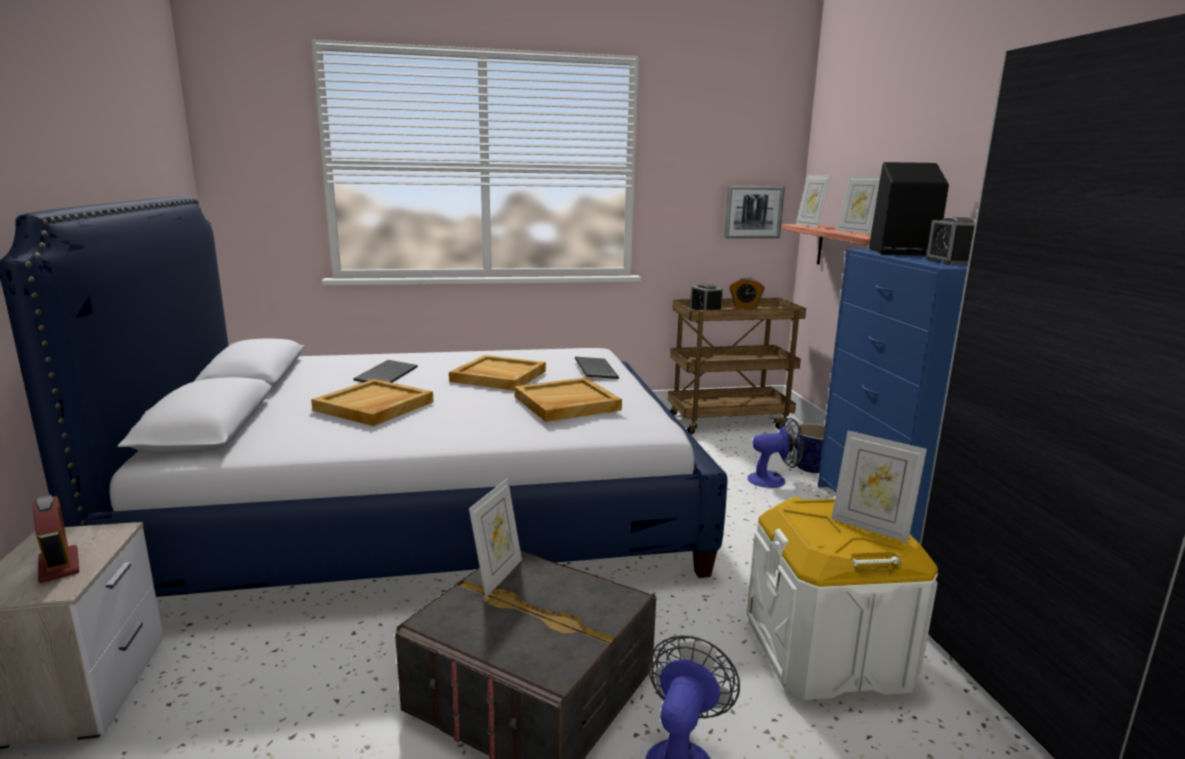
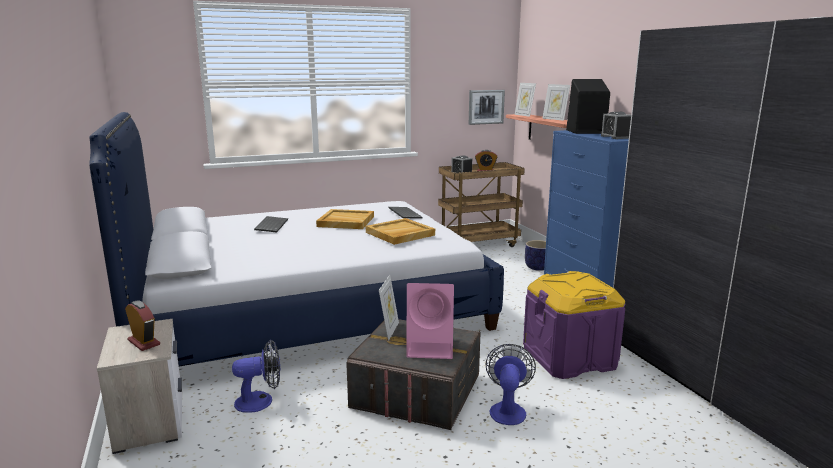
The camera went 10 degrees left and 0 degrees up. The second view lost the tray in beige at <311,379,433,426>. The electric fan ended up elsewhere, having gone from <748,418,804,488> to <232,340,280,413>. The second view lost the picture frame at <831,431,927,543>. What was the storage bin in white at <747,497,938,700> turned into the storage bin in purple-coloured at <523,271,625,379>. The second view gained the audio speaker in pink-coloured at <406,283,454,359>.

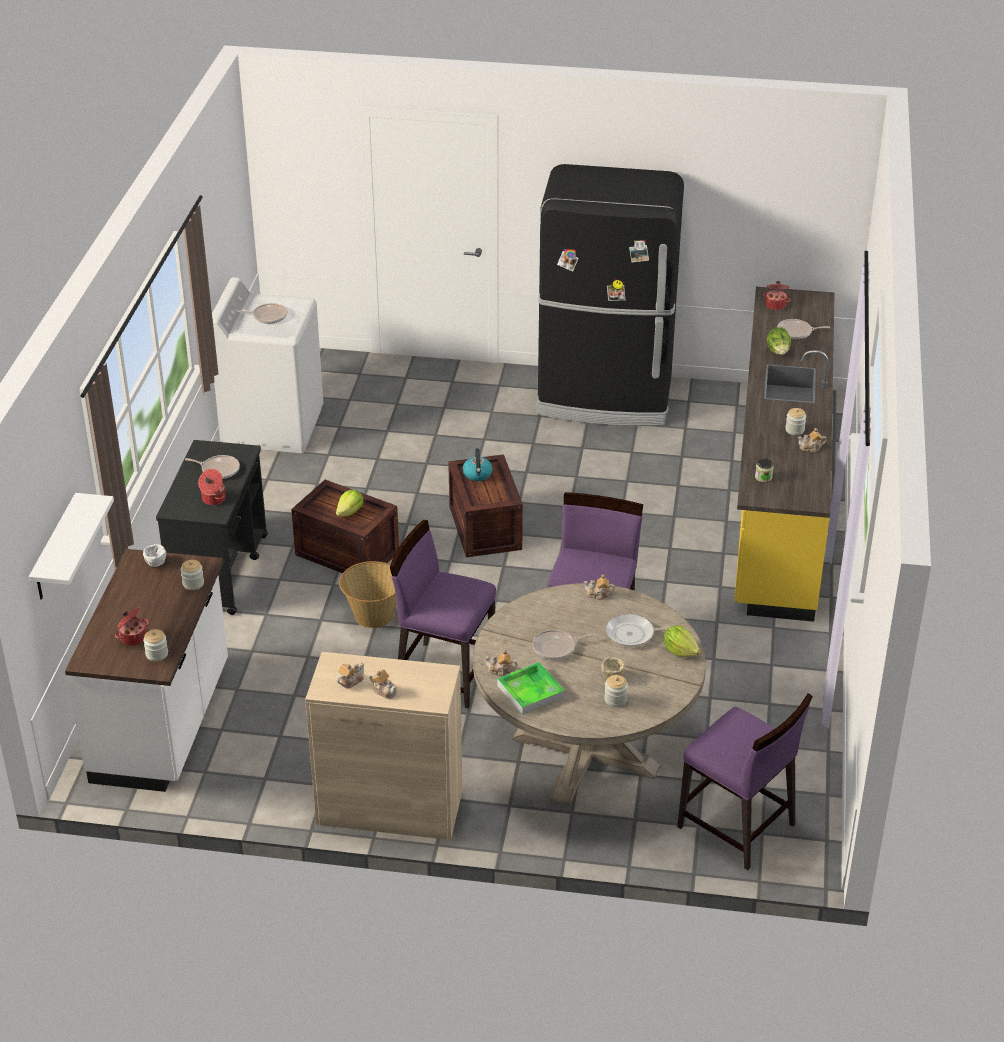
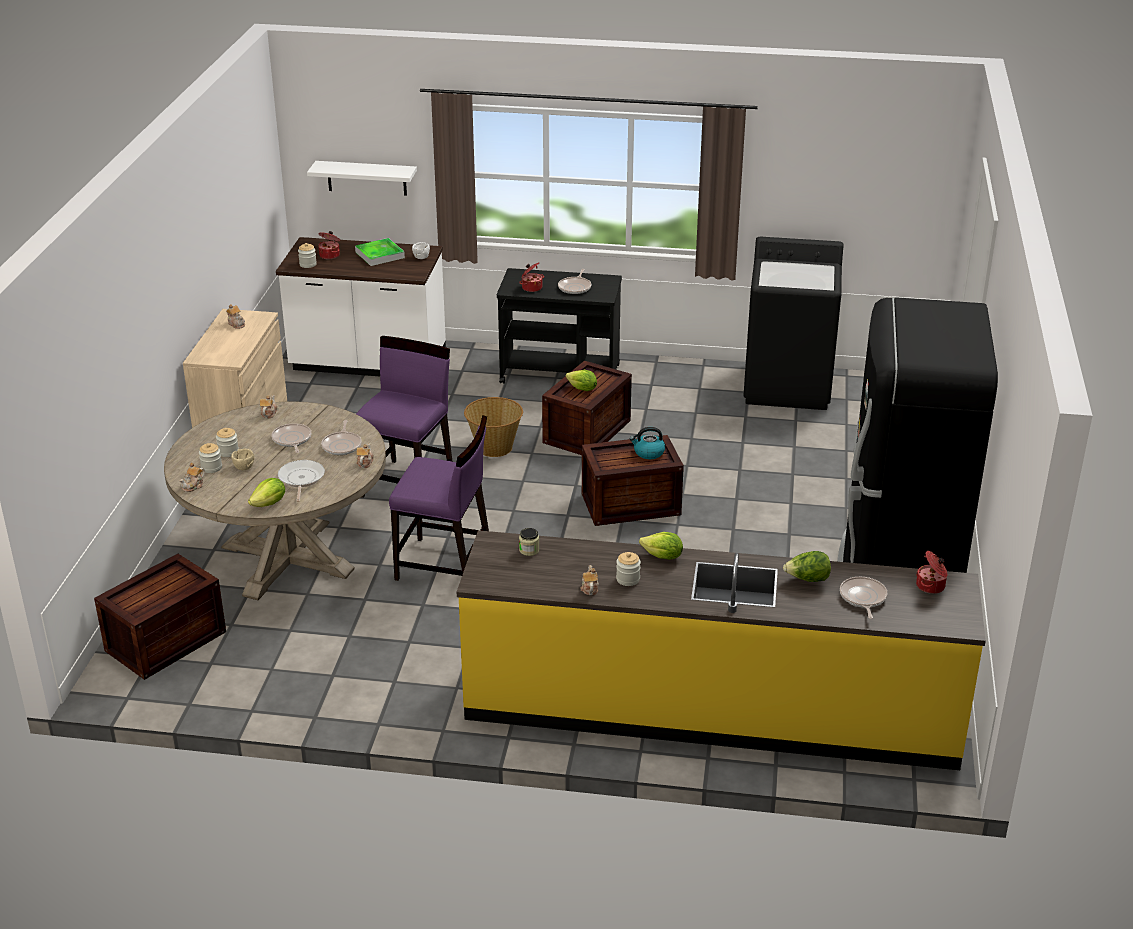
The camera went 90 degrees right and 5 degrees down. What was the washing machine in white at <212,277,323,453> turned into the washing machine in black at <743,237,844,410>. The pan ended up elsewhere, having gone from <235,303,288,324> to <321,420,361,455>. The jar ended up elsewhere, having gone from <181,560,204,590> to <216,428,239,457>. The tray ended up elsewhere, having gone from <497,662,565,715> to <355,238,405,266>. The pot for tea ended up elsewhere, having gone from <369,669,397,699> to <179,463,205,492>. Where the plain chair in purple-coloured stood at <677,693,813,870>, the crate came to stand at <94,554,226,680>. The second view gained the lettuce at <639,532,683,560>.

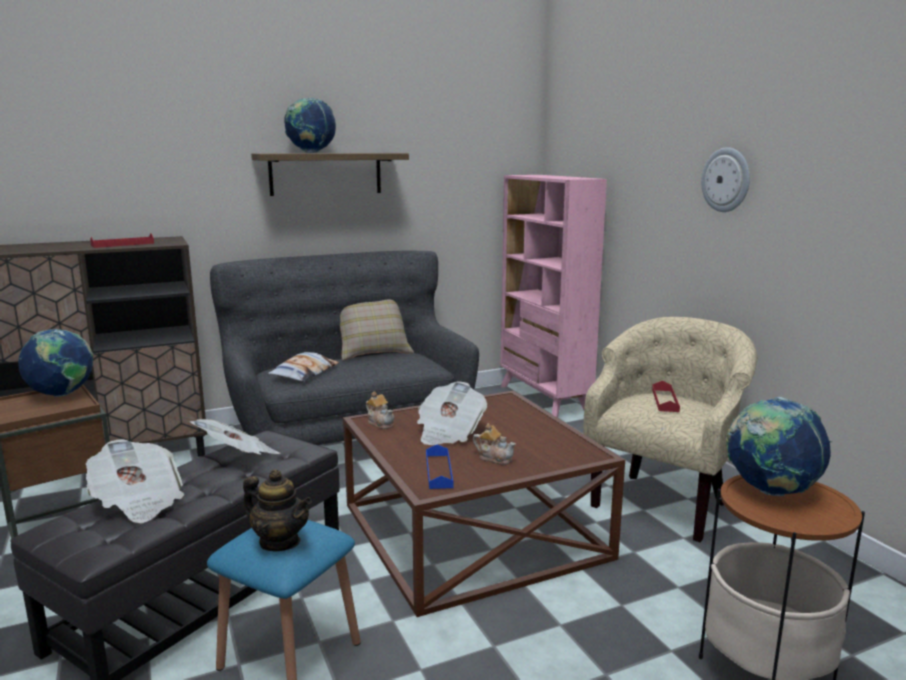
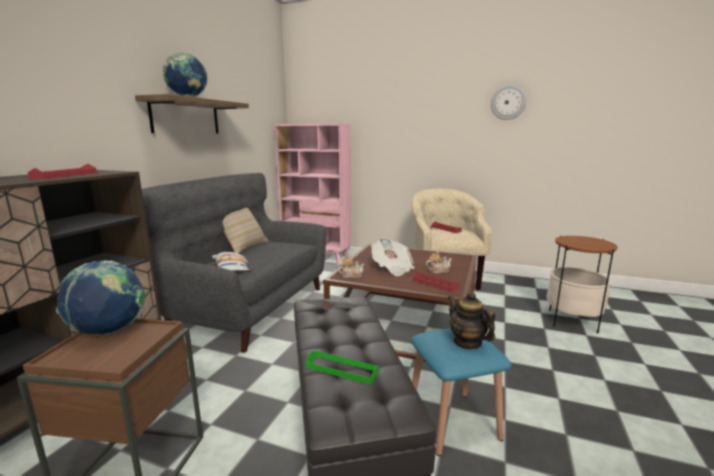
The camera went 45 degrees left and 0 degrees up. The clock on the wall ended up elsewhere, having gone from <701,147,750,212> to <491,85,526,120>. The second view lost the globe at <726,397,831,496>. Where the printed paper stood at <86,439,184,523>, the tray in green-coloured came to stand at <306,350,379,385>. What was the tray in blue at <426,445,453,489> turned into the tray in reddish at <413,272,460,292>. The pot for tea at <243,469,312,551> ended up facing another way, 105 degrees counterclockwise from before.

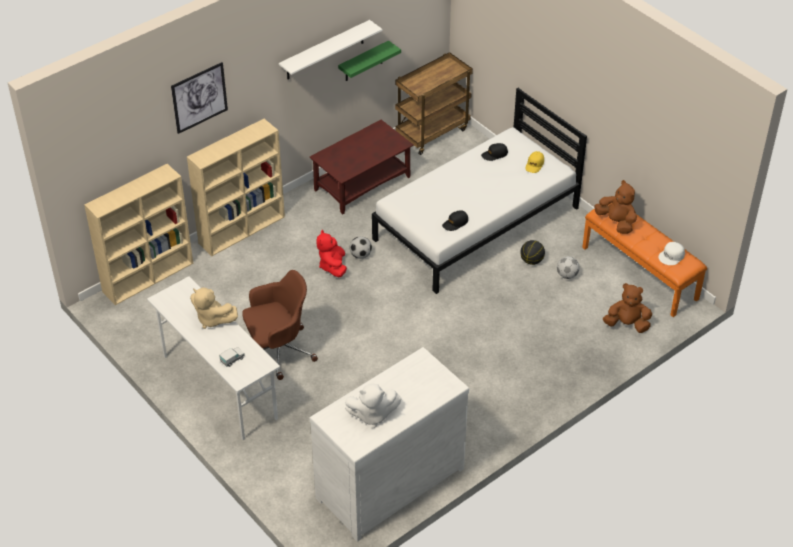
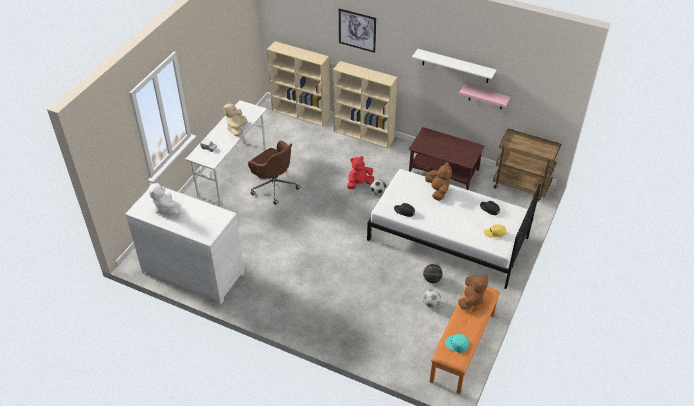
The camera went 65 degrees right and 0 degrees up. What was the wall shelf in green-coloured at <338,41,401,81> turned into the wall shelf in pink-coloured at <459,84,510,109>. What was the cap in white at <659,242,685,265> turned into the cap in blue-green at <445,334,469,353>. The cuddly toy in brown-coloured ended up elsewhere, having gone from <603,283,652,333> to <425,162,452,201>.

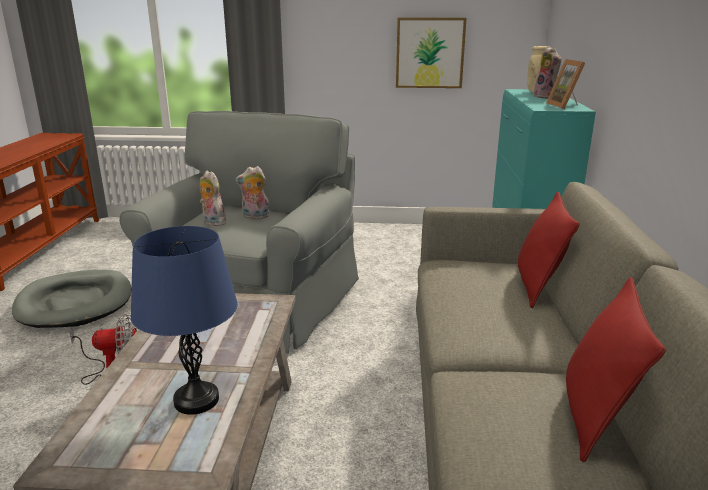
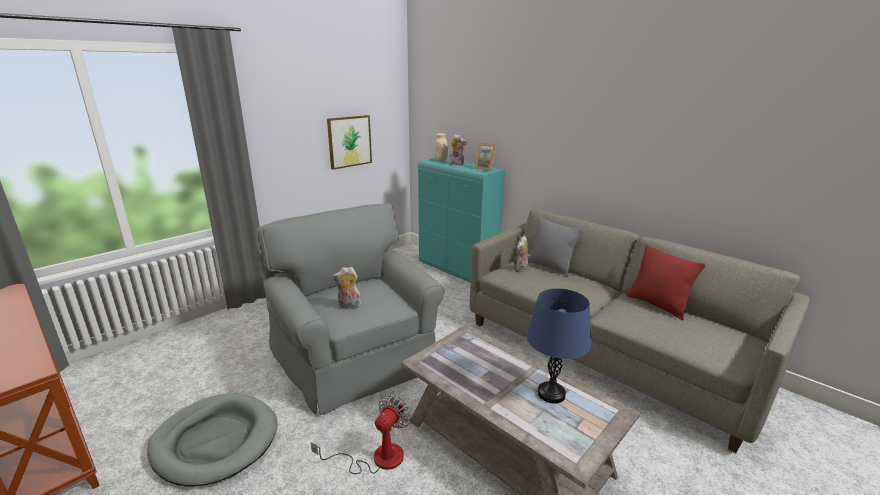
The camera went 50 degrees left and 0 degrees up. The cuddly toy ended up elsewhere, having gone from <235,166,270,219> to <513,236,530,272>. What was the pillow in reddish at <518,192,580,308> turned into the pillow in greyish at <529,217,583,277>.

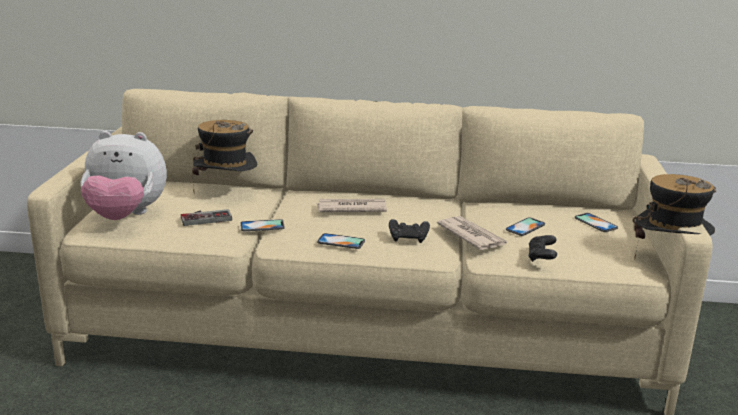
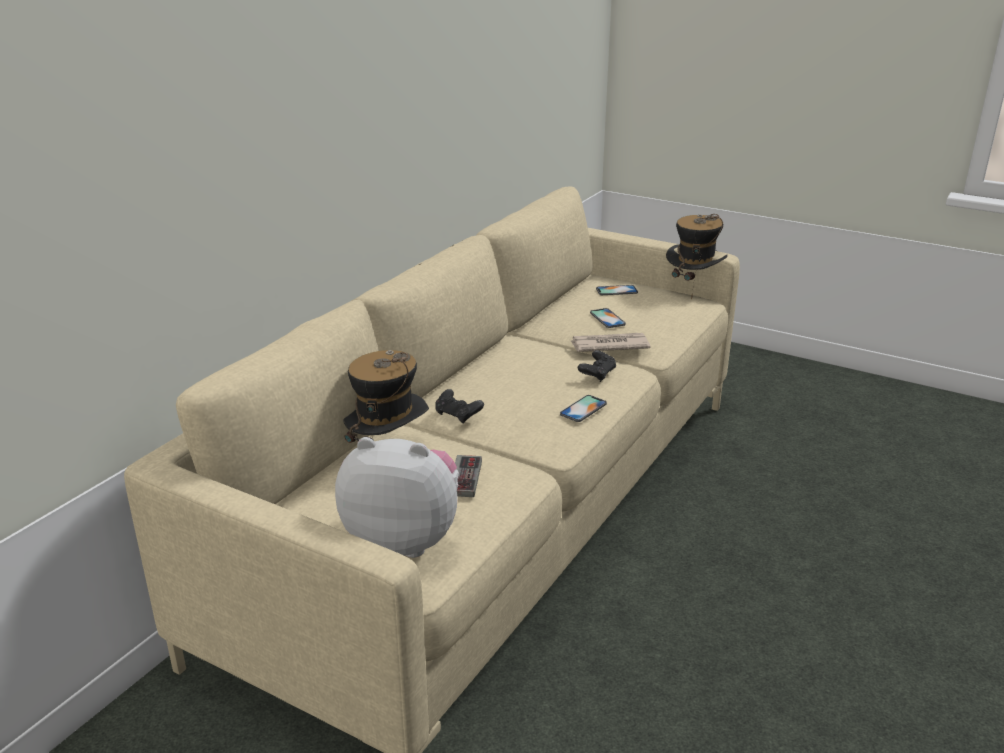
The camera went 65 degrees left and 5 degrees up. The cuddly toy at <80,131,167,220> ended up facing another way, 105 degrees counterclockwise from before. The second view lost the printed paper at <317,199,387,212>. The second view lost the handset at <240,219,285,231>. The joypad in black ended up elsewhere, having gone from <528,235,557,262> to <435,389,484,424>.

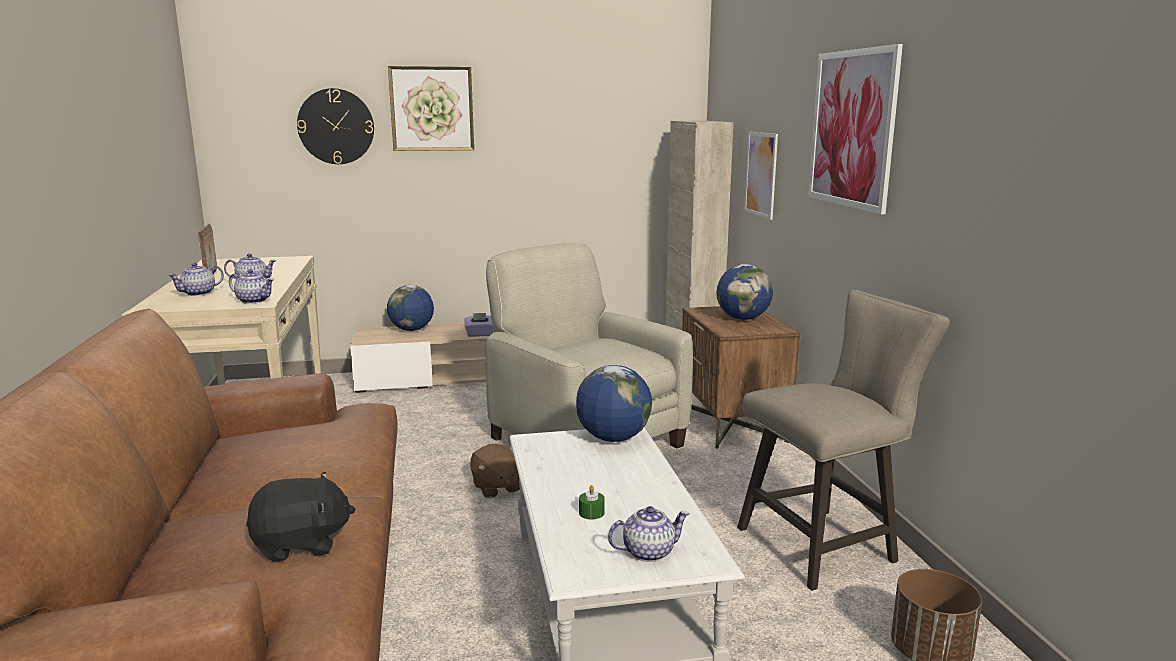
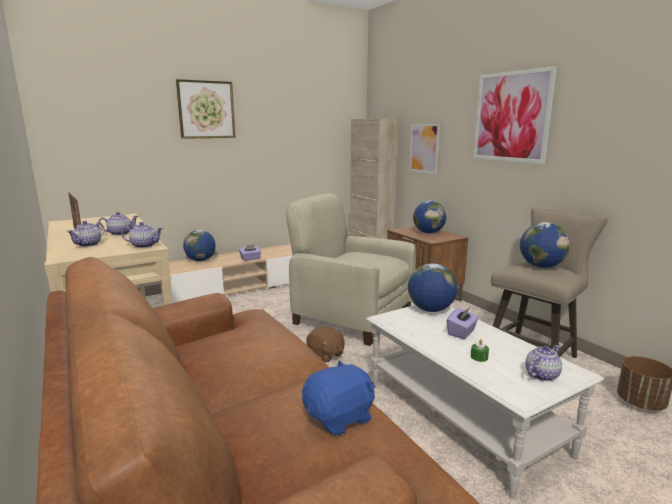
The camera went 20 degrees left and 0 degrees up. The second view lost the clock on the wall at <297,88,374,164>. What was the cuddly toy in black at <246,472,355,562> turned into the cuddly toy in blue at <302,360,375,436>. The second view gained the globe at <520,222,570,268>. The second view gained the box of tissues in purple-coloured at <446,307,479,339>.

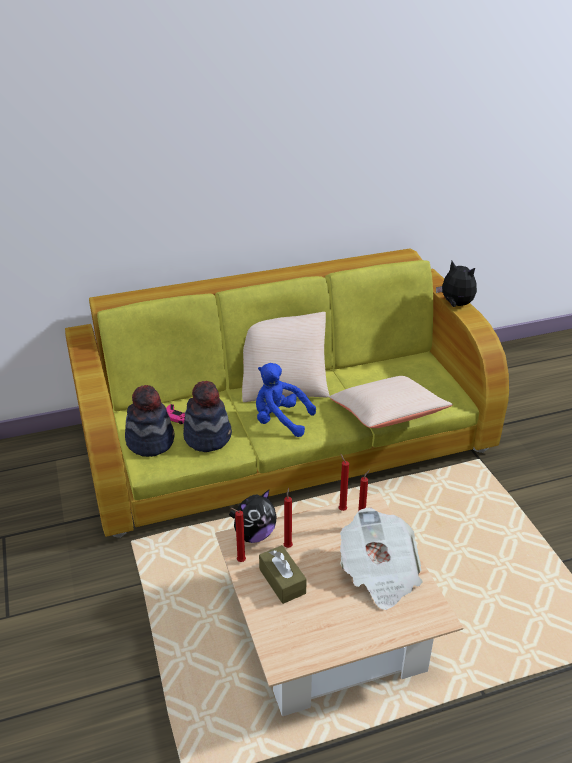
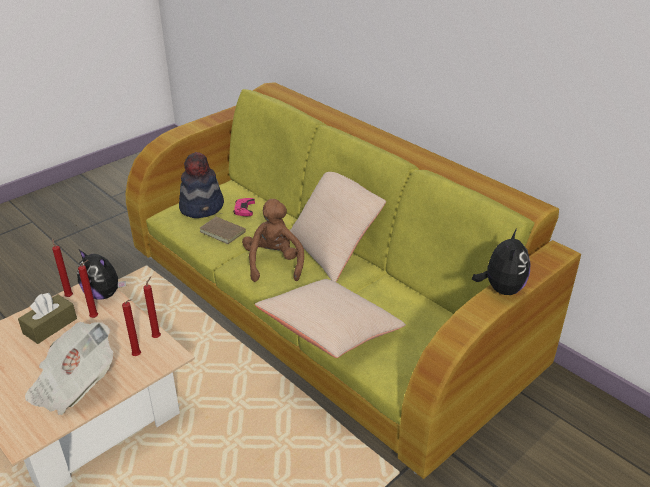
The camera went 65 degrees right and 0 degrees up. What was the cuddly toy in blue at <256,363,316,437> turned into the cuddly toy in brown-coloured at <242,199,304,282>. Where the clothing hat stood at <183,381,232,452>, the bound book in brown-coloured came to stand at <199,213,246,244>.

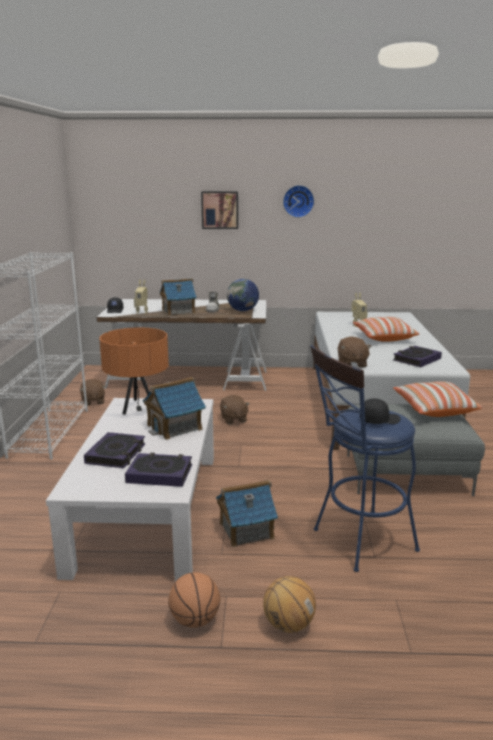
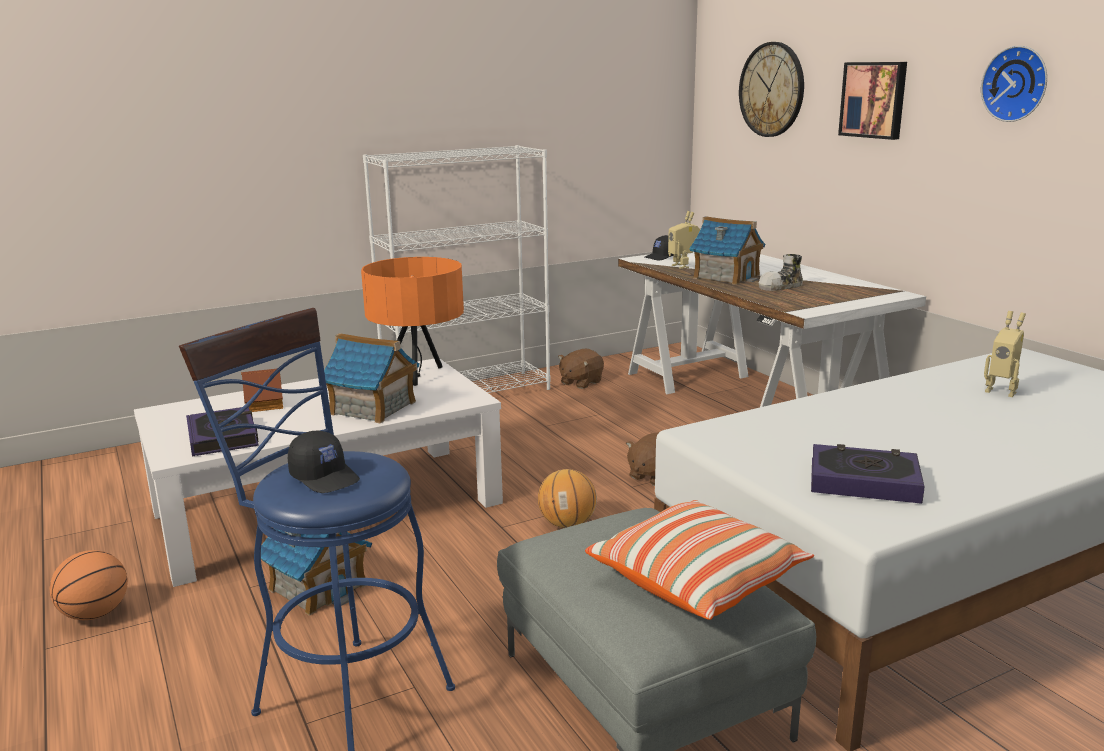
The camera went 60 degrees right and 0 degrees up. The second view lost the globe at <227,279,259,311>. The second view lost the pillow at <353,317,419,342>. The second view lost the cuddly toy in brown-coloured at <338,336,371,368>. Where the bound book stood at <84,432,145,468>, the toy house came to stand at <241,368,283,412>. The ball for basketball ended up elsewhere, having gone from <263,576,316,633> to <538,469,597,528>. The second view gained the clock on the wall at <739,42,804,137>.

